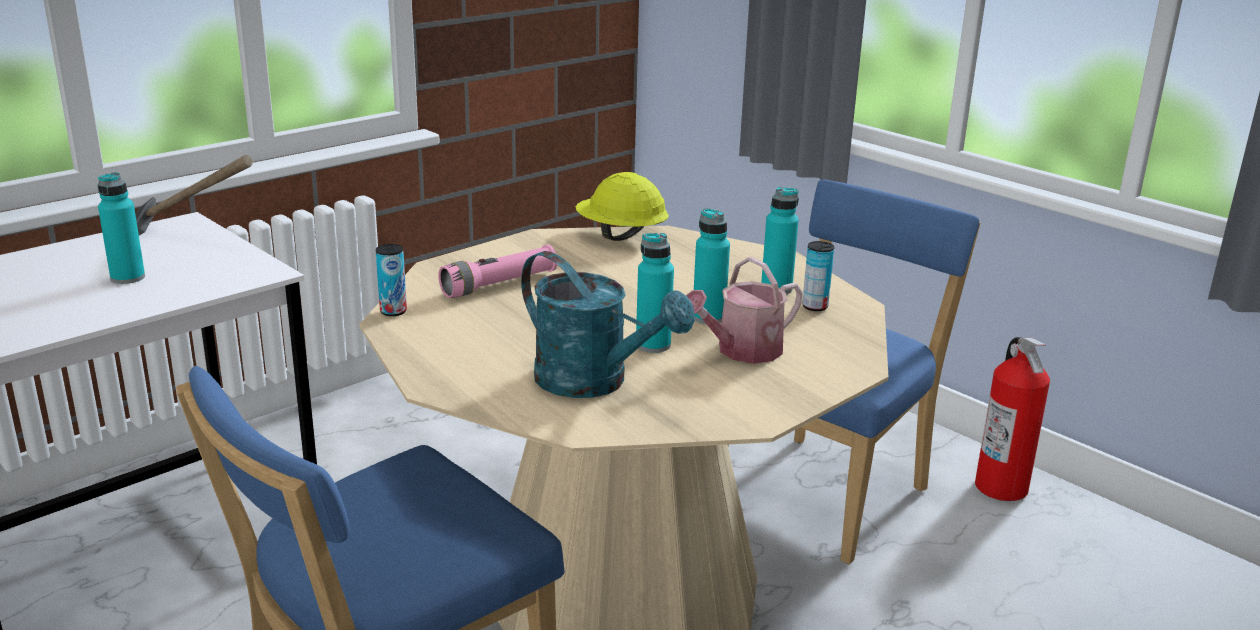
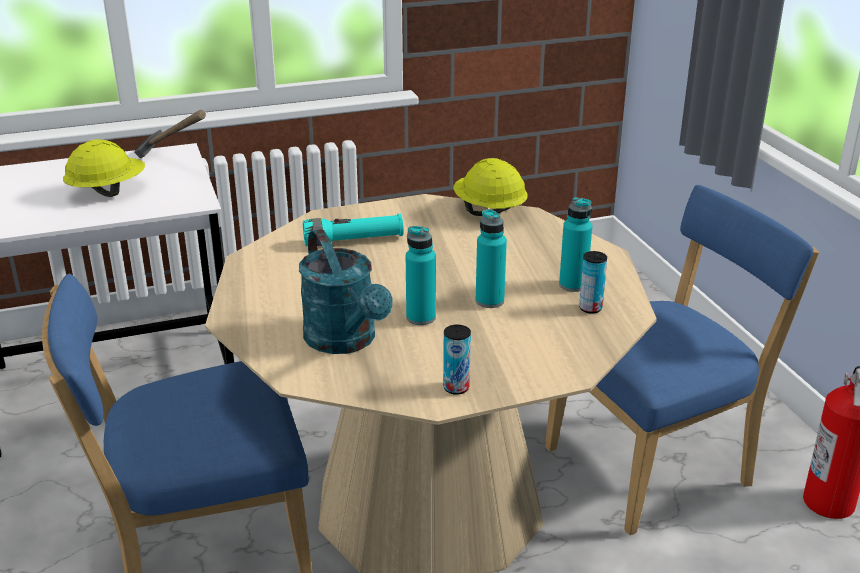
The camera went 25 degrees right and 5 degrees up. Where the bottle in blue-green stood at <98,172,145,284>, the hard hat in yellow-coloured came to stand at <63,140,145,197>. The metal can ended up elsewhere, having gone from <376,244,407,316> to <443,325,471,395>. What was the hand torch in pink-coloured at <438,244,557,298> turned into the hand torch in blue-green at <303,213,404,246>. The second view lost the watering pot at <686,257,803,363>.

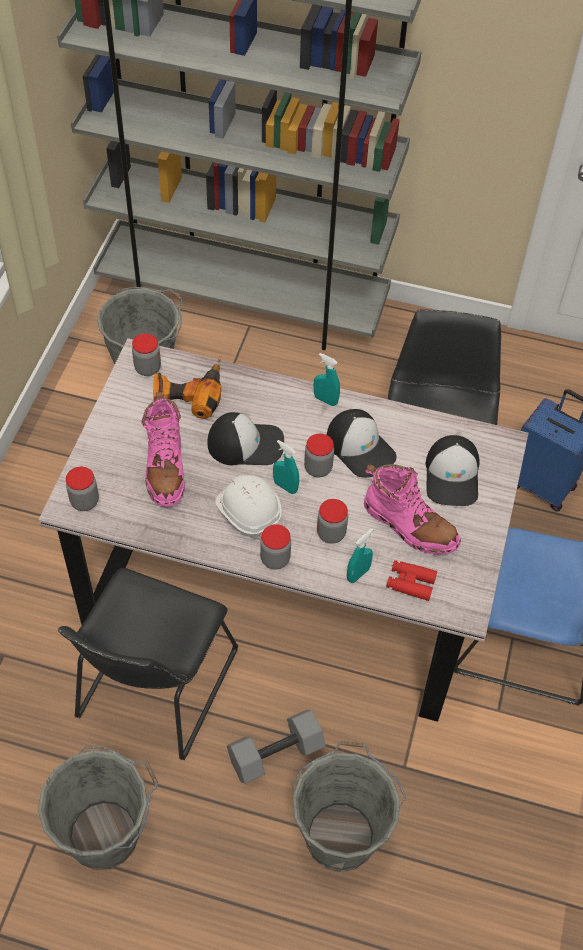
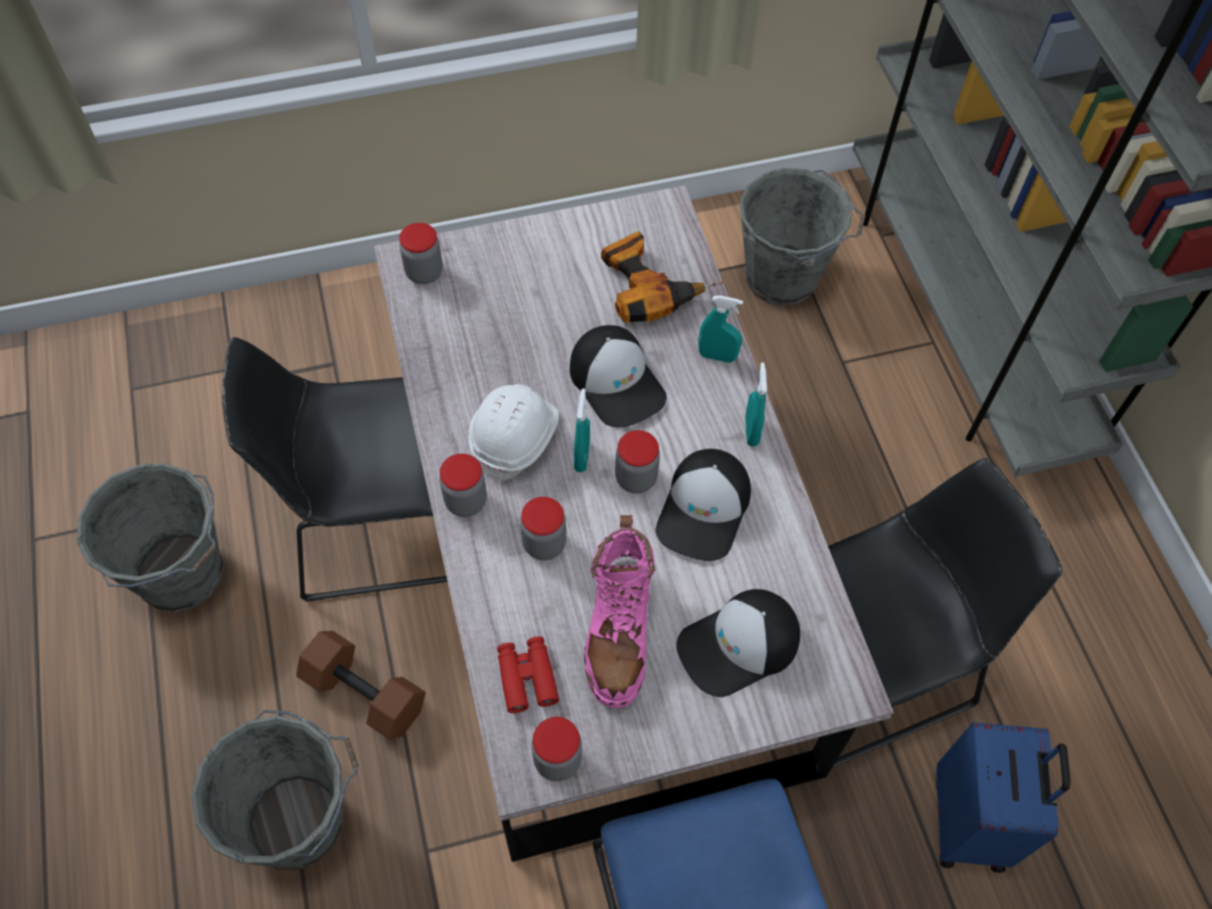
The camera went 60 degrees right and 5 degrees up. The jar ended up elsewhere, having gone from <132,333,161,376> to <532,717,582,781>. The second view lost the high-top boot in pink-coloured at <141,391,185,507>. The sprayer in blue-green ended up elsewhere, having gone from <347,528,373,583> to <698,295,743,363>. What was the dumbbell in greyish at <227,710,326,784> turned into the dumbbell in brown-coloured at <296,631,426,740>.

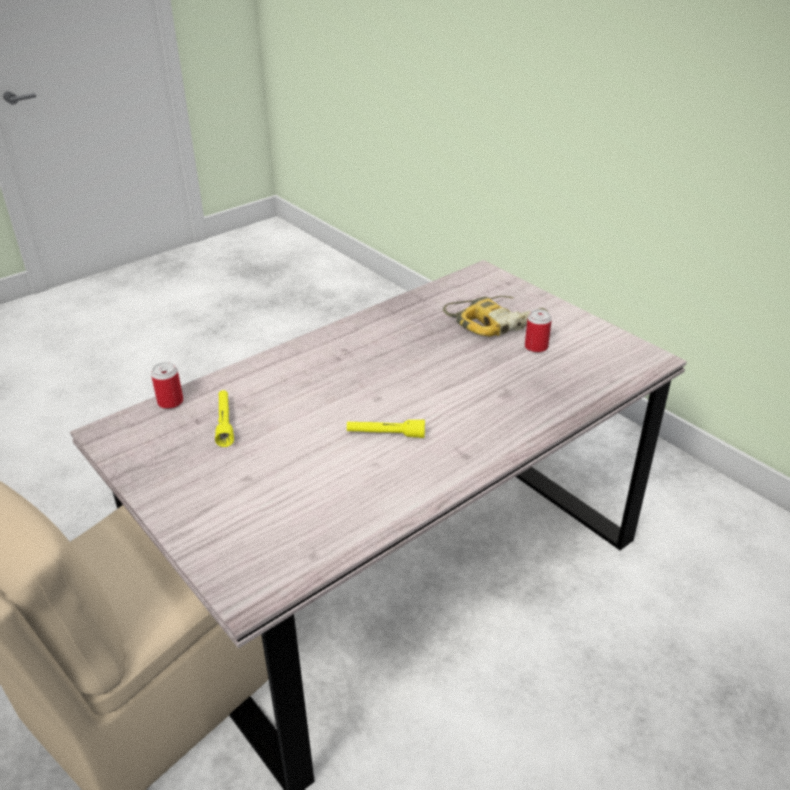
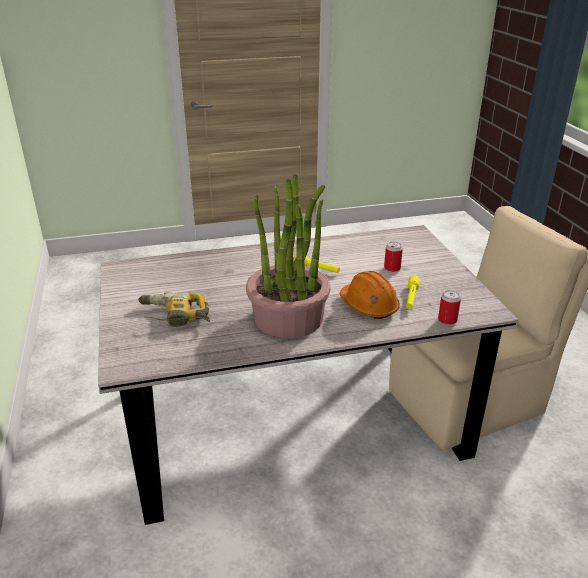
The camera went 155 degrees left and 5 degrees down. The metal can ended up elsewhere, having gone from <525,309,552,353> to <384,241,403,272>. The second view gained the houseplant at <246,174,331,338>. The second view gained the hard hat in orangey at <340,271,400,319>.

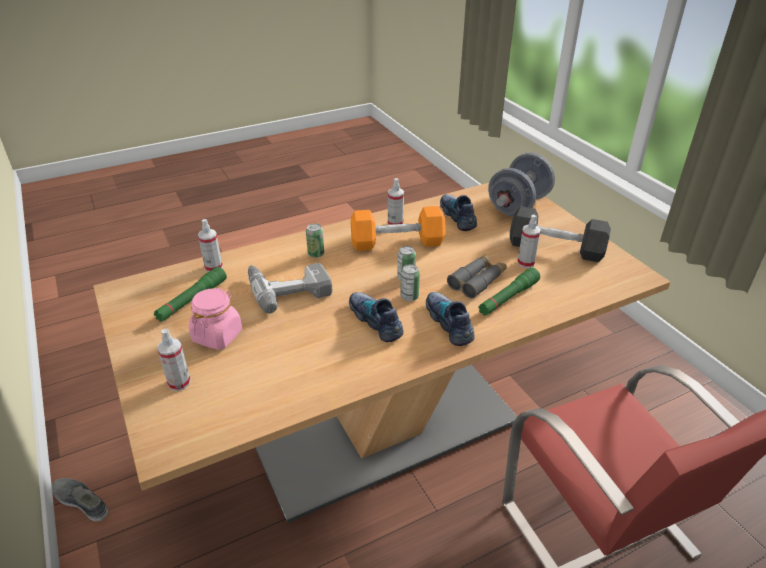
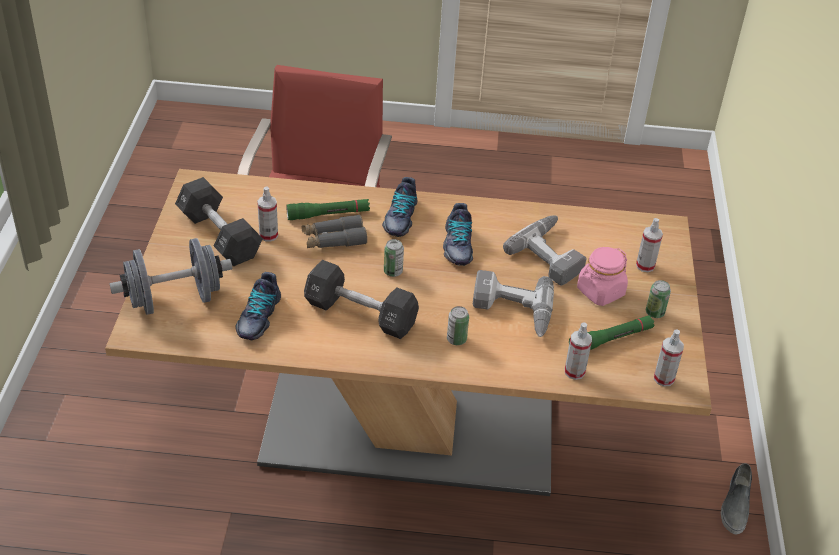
The camera went 150 degrees left and 5 degrees up. The sprayer ended up elsewhere, having gone from <388,178,404,225> to <654,330,684,387>. What was the dumbbell in orangey at <351,206,446,251> turned into the dumbbell in black at <304,260,419,339>. The metal can ended up elsewhere, having gone from <400,264,420,301> to <646,280,671,318>. The item of footwear in greyish at <52,478,108,521> ended up facing another way, 45 degrees clockwise from before. The second view gained the power drill at <503,215,587,286>.

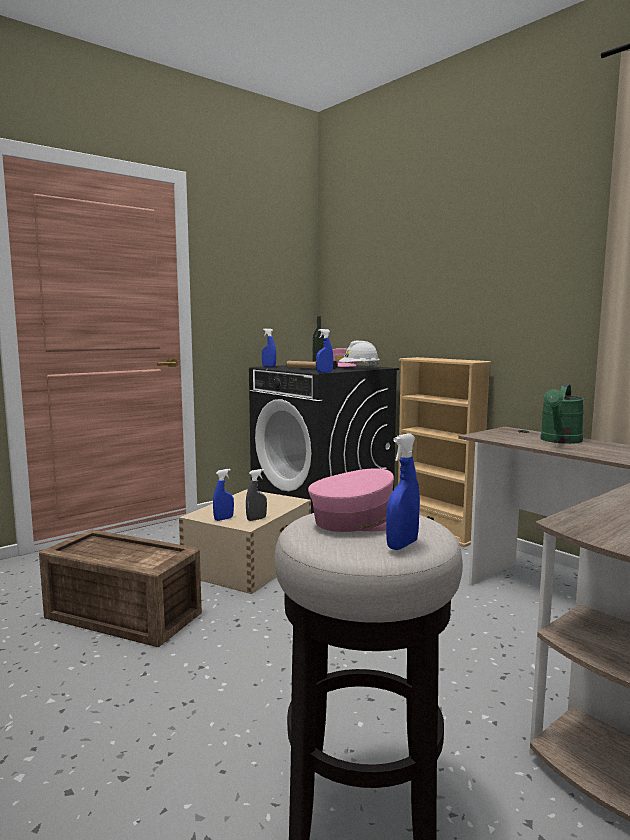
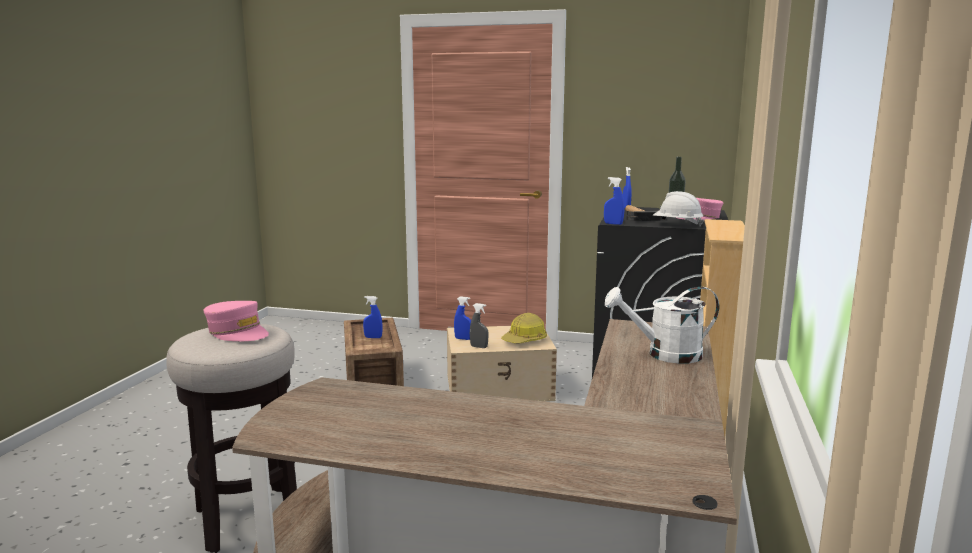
The camera went 55 degrees right and 5 degrees up. What was the watering pot in green-coloured at <541,384,584,444> turned into the watering pot in white at <605,287,719,364>. The sprayer in blue ended up elsewhere, having gone from <386,433,420,550> to <363,296,382,338>. The second view gained the hard hat at <501,313,547,344>.

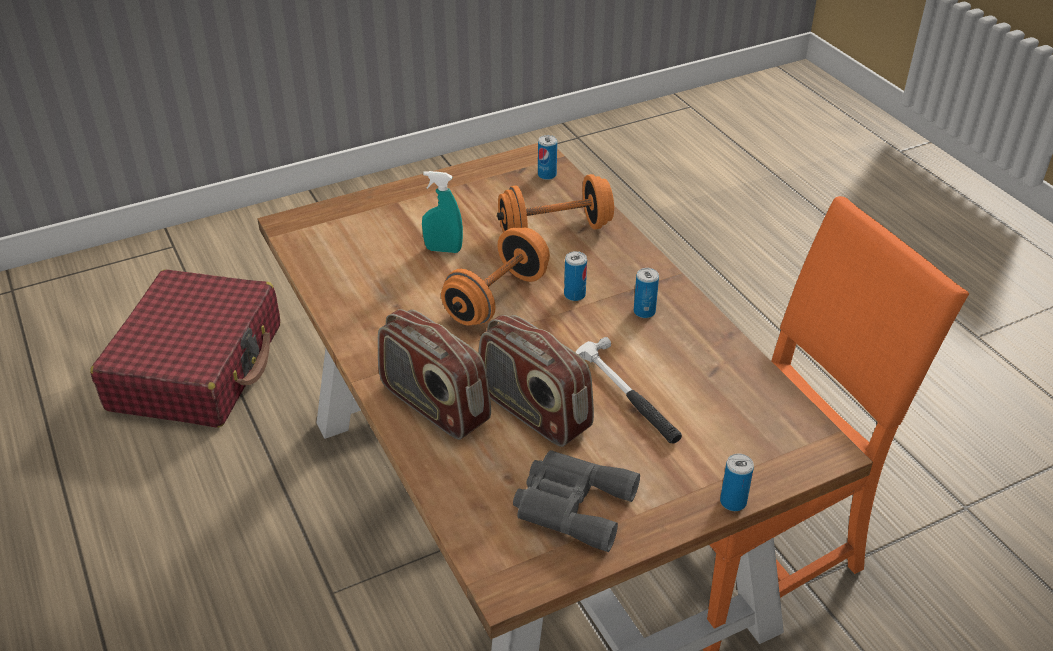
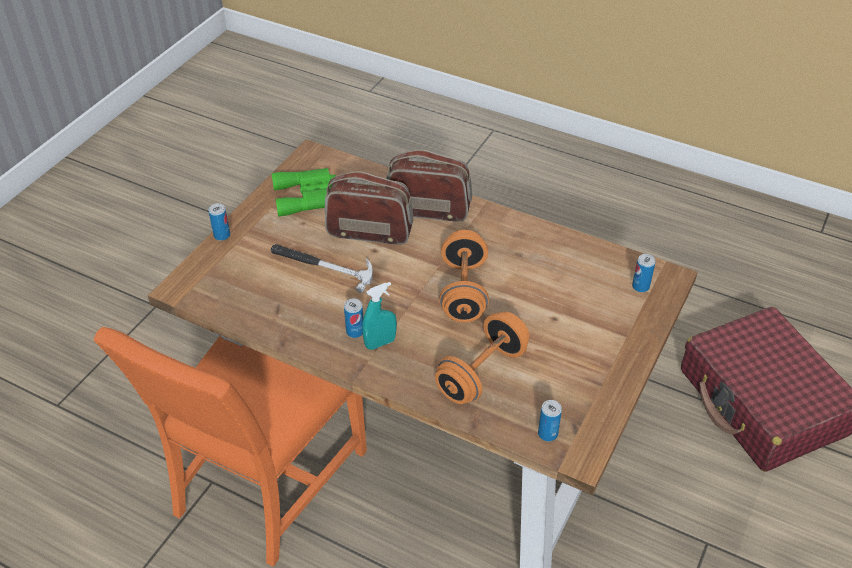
The camera went 145 degrees right and 5 degrees up. The sprayer in blue-green ended up elsewhere, having gone from <422,171,463,253> to <362,282,397,350>. The metal can ended up elsewhere, having gone from <564,251,587,301> to <632,254,656,292>. What was the field glasses in greyish at <513,450,640,552> turned into the field glasses in green-coloured at <271,168,336,217>.

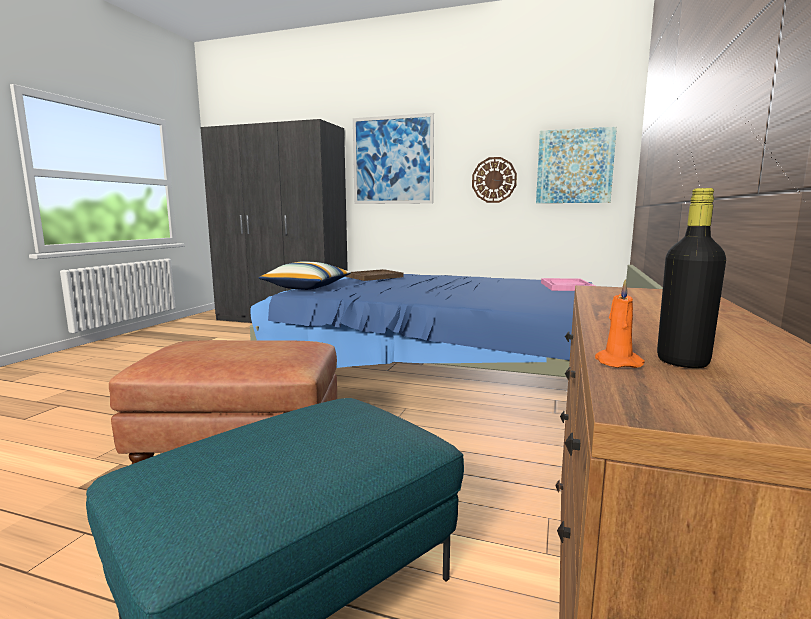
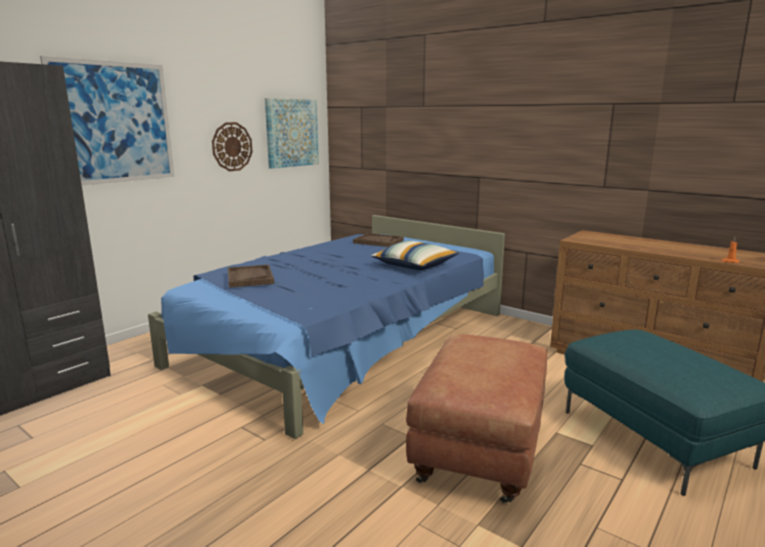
The camera went 70 degrees left and 5 degrees up. The second view lost the bottle in black at <657,188,726,368>. The pillow ended up elsewhere, having gone from <258,261,351,290> to <371,241,459,270>. What was the tray in pink-coloured at <541,278,595,291> turned into the tray in brown-coloured at <353,233,404,247>.

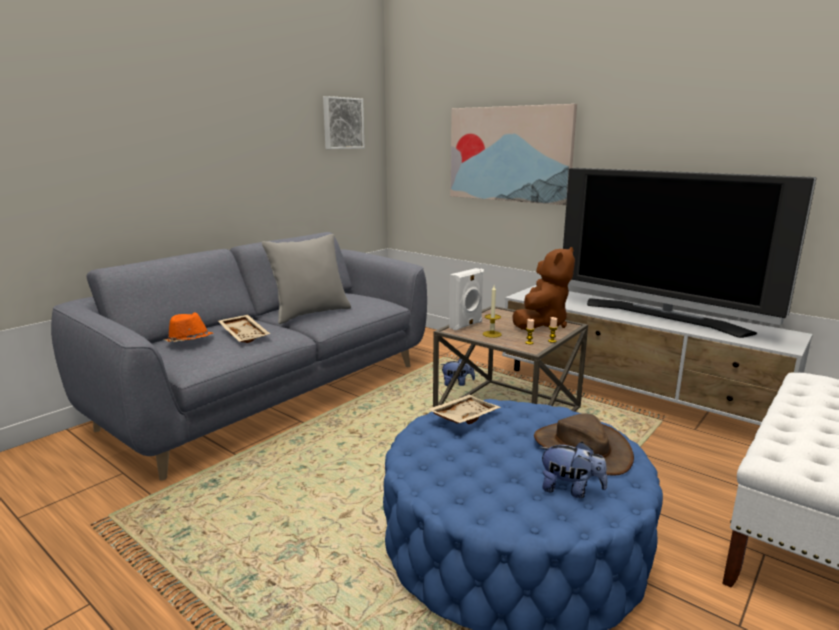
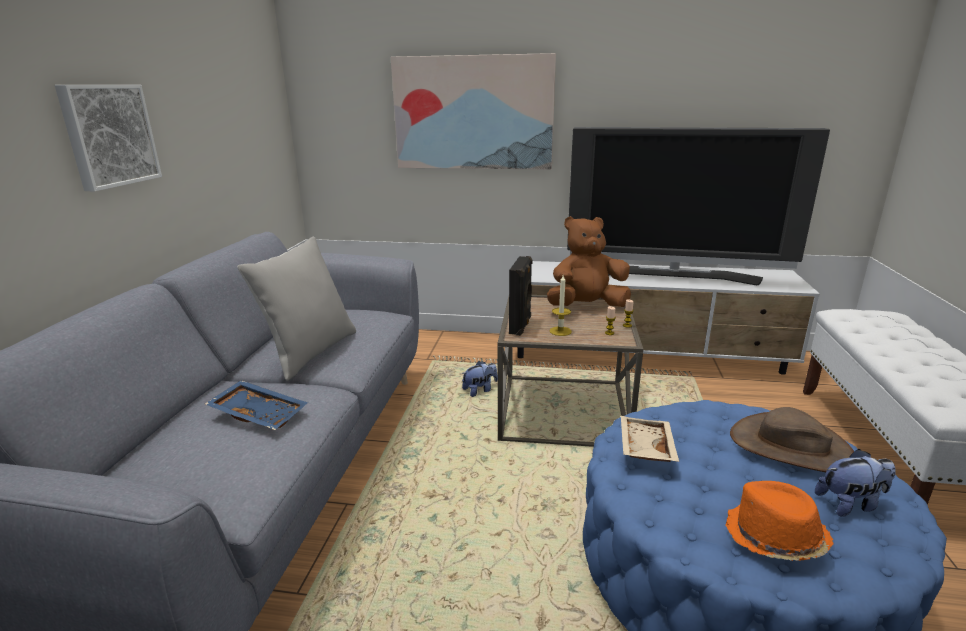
The camera went 30 degrees left and 5 degrees up. The picture ended up elsewhere, having gone from <323,96,364,149> to <55,85,162,191>. The cuddly toy in brown-coloured at <512,247,575,330> ended up facing another way, 105 degrees counterclockwise from before. What was the audio speaker in white at <449,268,484,331> turned into the audio speaker in black at <509,256,533,336>. The clothing hat in orangey ended up elsewhere, having gone from <163,312,213,342> to <725,481,833,561>. What was the tray in beige at <218,315,270,343> turned into the tray in blue at <205,380,308,430>.

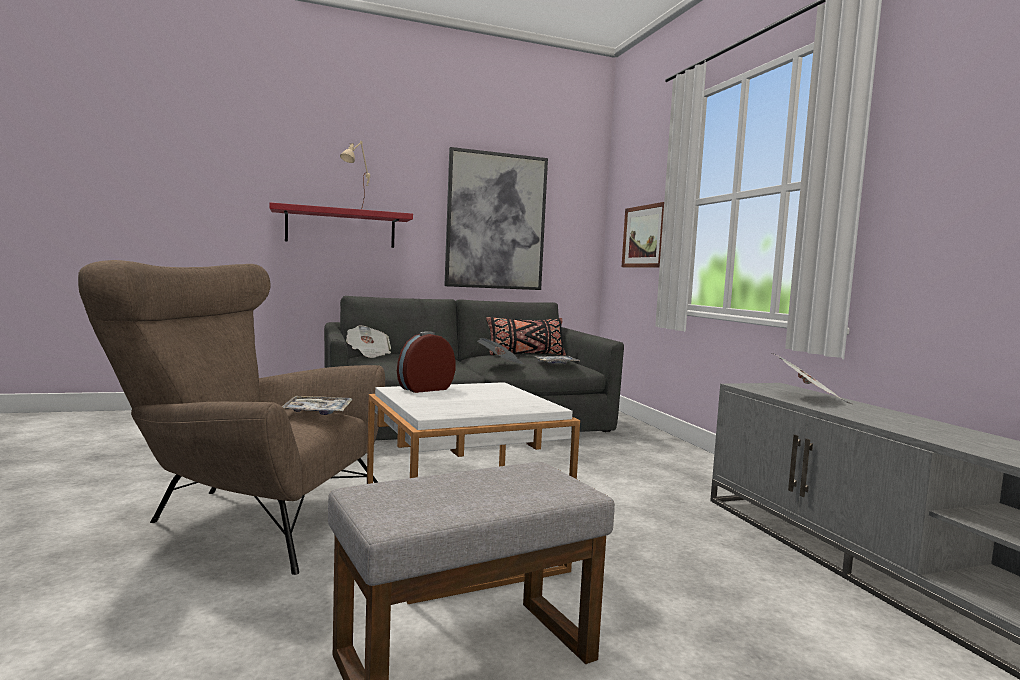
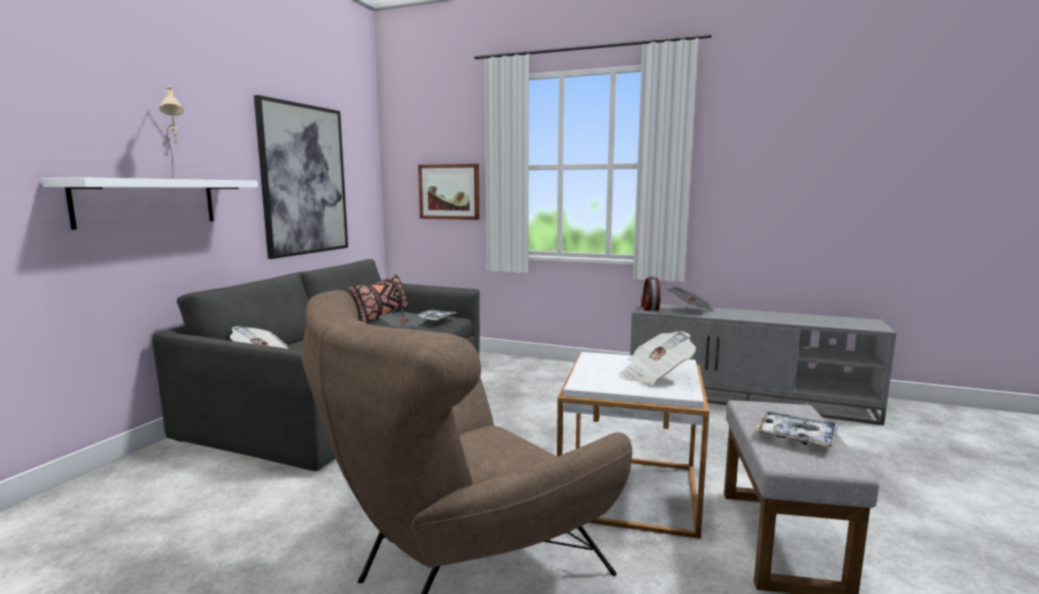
The camera went 50 degrees left and 5 degrees up. What was the wall shelf in reddish at <269,202,413,248> turned into the wall shelf in white at <42,177,258,230>. The table clock ended up elsewhere, having gone from <397,331,456,393> to <641,276,661,310>. The tray ended up elsewhere, having gone from <282,396,353,415> to <754,411,839,448>. The second view gained the printed paper at <618,331,696,384>.

